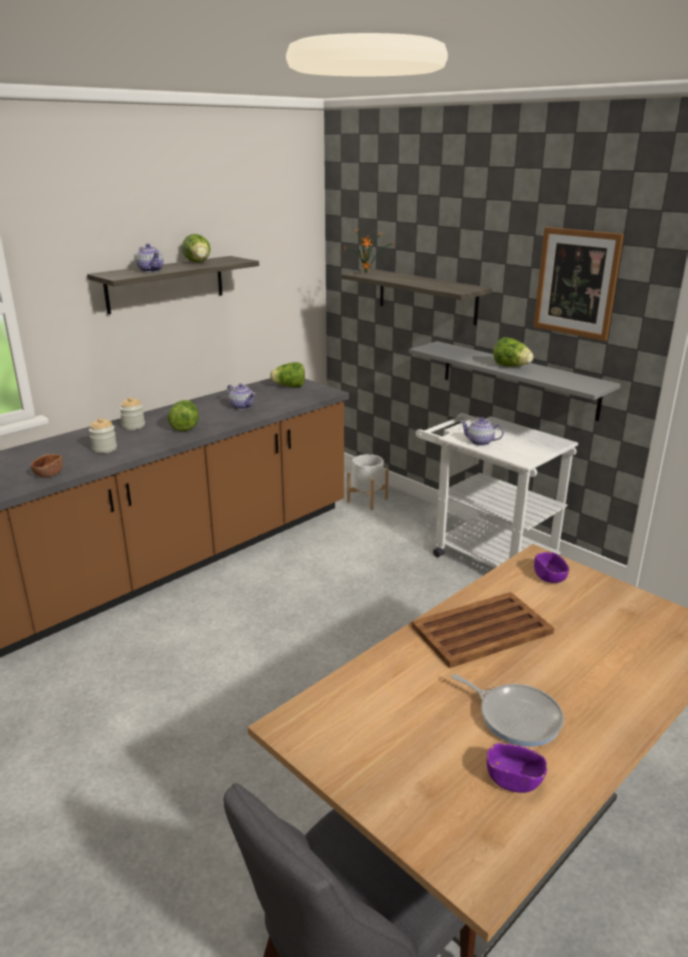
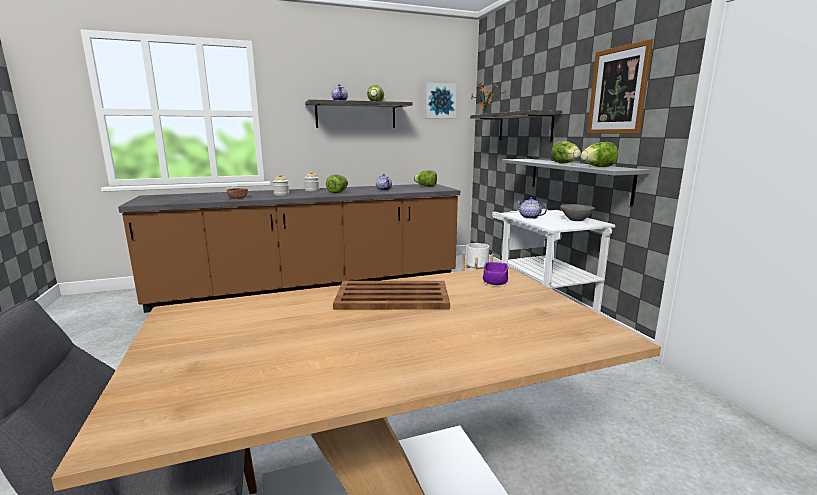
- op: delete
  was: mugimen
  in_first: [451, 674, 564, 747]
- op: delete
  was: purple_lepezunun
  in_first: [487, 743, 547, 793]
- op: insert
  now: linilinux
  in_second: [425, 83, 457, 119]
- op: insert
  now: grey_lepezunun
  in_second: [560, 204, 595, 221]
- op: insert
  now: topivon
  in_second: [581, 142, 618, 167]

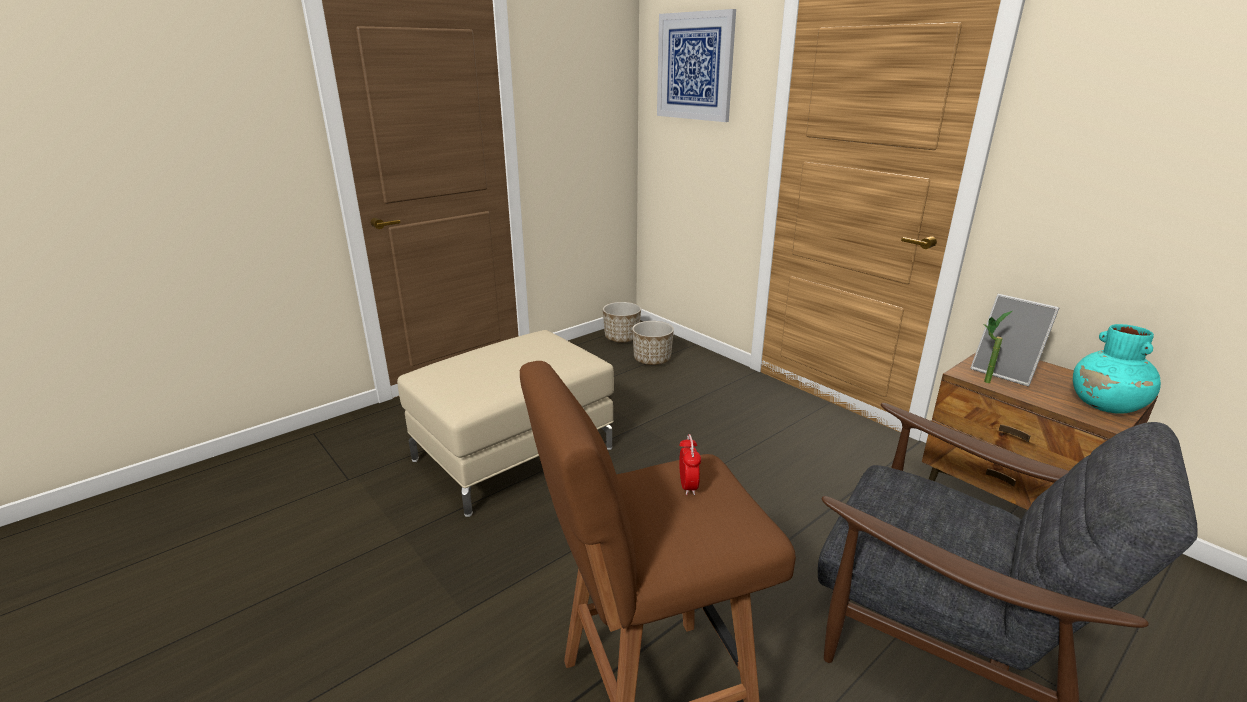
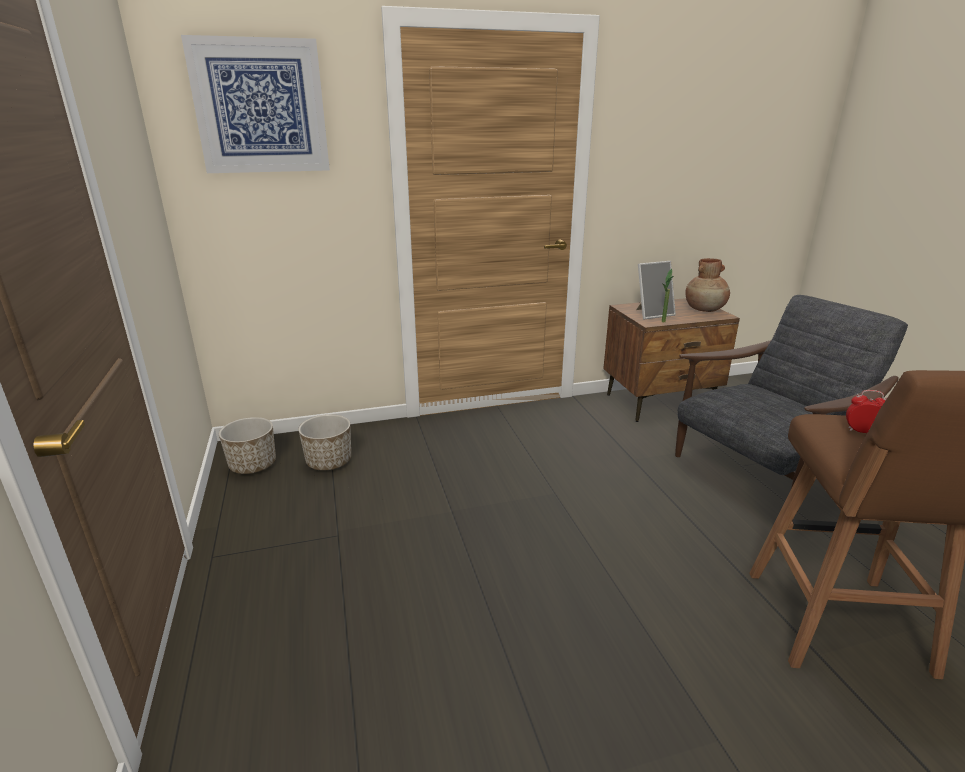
- op: delete
  was: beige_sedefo
  in_first: [397, 330, 614, 517]
- op: recolor
  was: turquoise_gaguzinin
  now: brown_gaguzinin
  in_first: [1073, 324, 1161, 414]
  in_second: [685, 258, 730, 312]

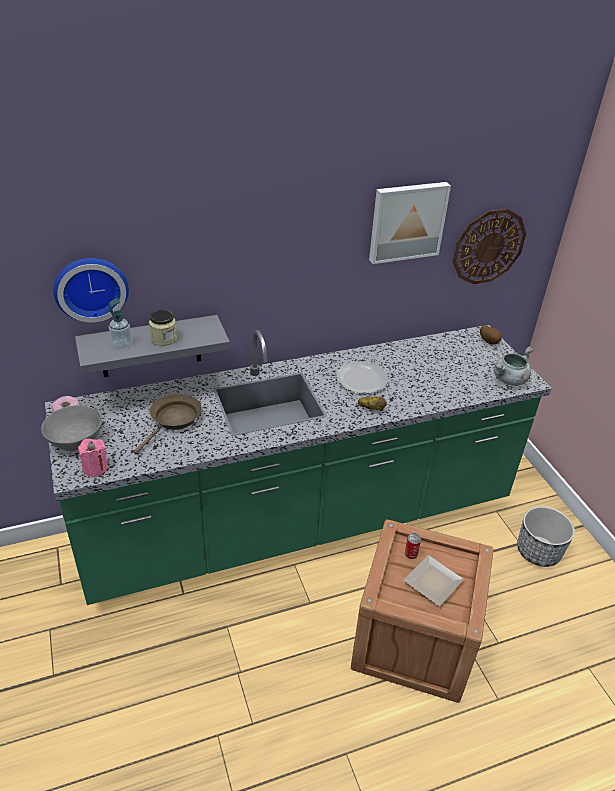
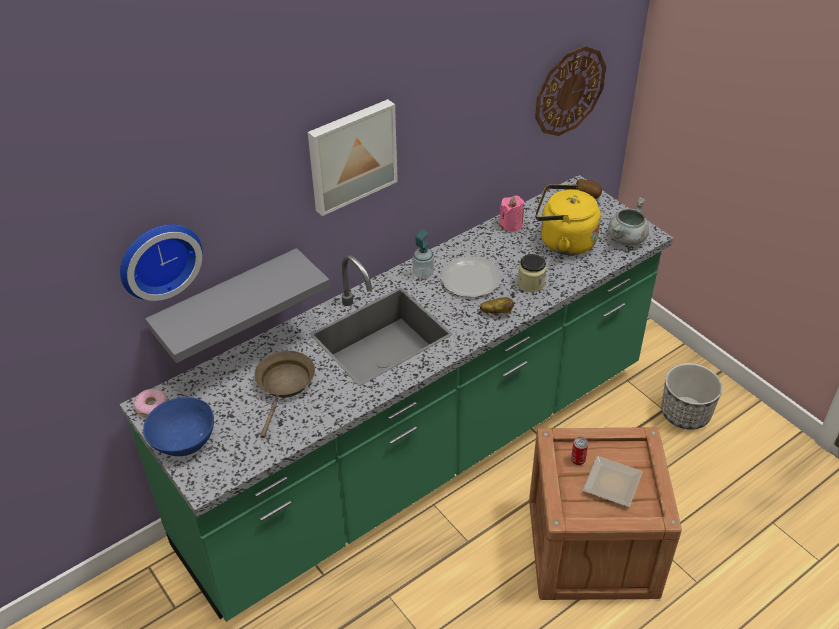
- op: insert
  now: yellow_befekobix
  in_second: [535, 185, 601, 255]
- op: move
  was: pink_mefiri
  in_first: [78, 438, 108, 478]
  in_second: [499, 196, 524, 232]
- op: move
  was: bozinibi
  in_first: [109, 298, 132, 349]
  in_second: [413, 230, 434, 279]
- op: move
  was: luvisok
  in_first: [149, 310, 177, 346]
  in_second: [518, 254, 547, 292]
- op: move
  was: linilinux
  in_first: [369, 182, 451, 264]
  in_second: [308, 99, 398, 216]
- op: recolor
  was: grey_lepezunun
  now: blue_lepezunun
  in_first: [41, 405, 102, 451]
  in_second: [143, 397, 214, 456]

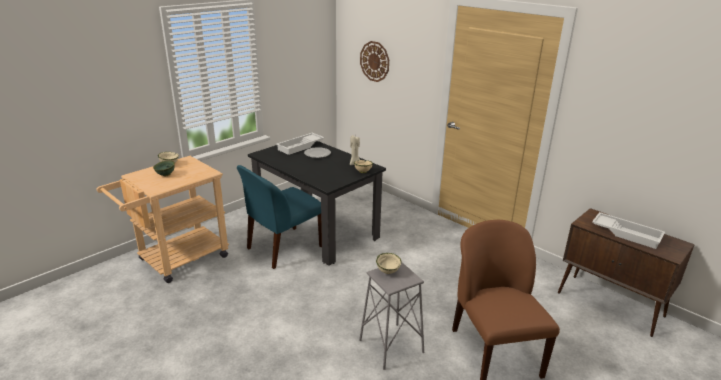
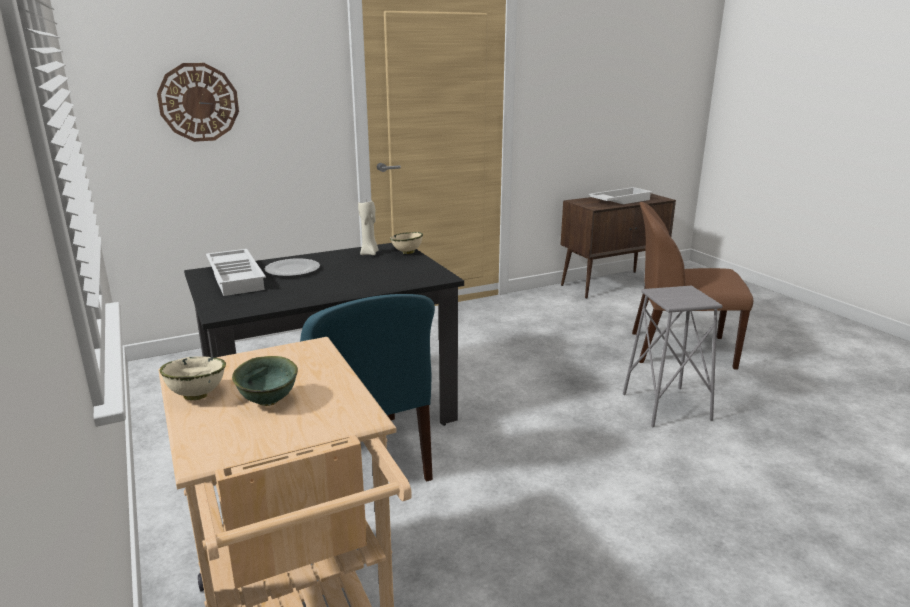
- op: delete
  was: beige_lepezunun
  in_first: [376, 253, 402, 274]

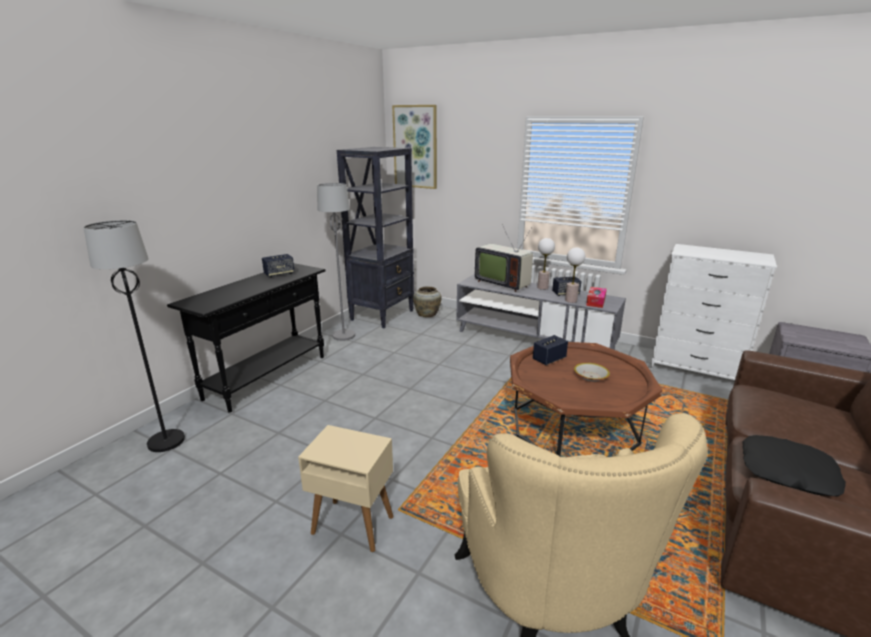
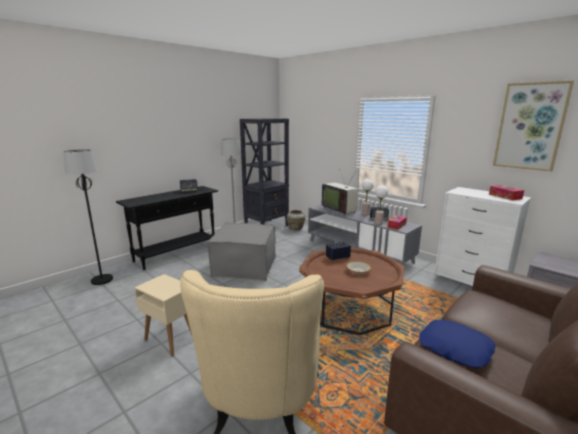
- op: insert
  now: grey_sedefo
  in_second: [207, 222, 276, 281]
- op: insert
  now: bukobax
  in_second: [489, 185, 524, 200]
- op: move
  was: linilinux
  in_first: [392, 105, 437, 189]
  in_second: [493, 81, 574, 171]
- op: recolor
  was: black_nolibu
  now: blue_nolibu
  in_first: [743, 435, 846, 497]
  in_second: [419, 319, 496, 368]

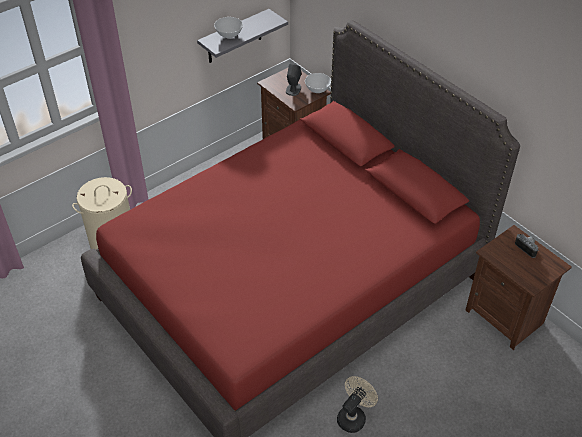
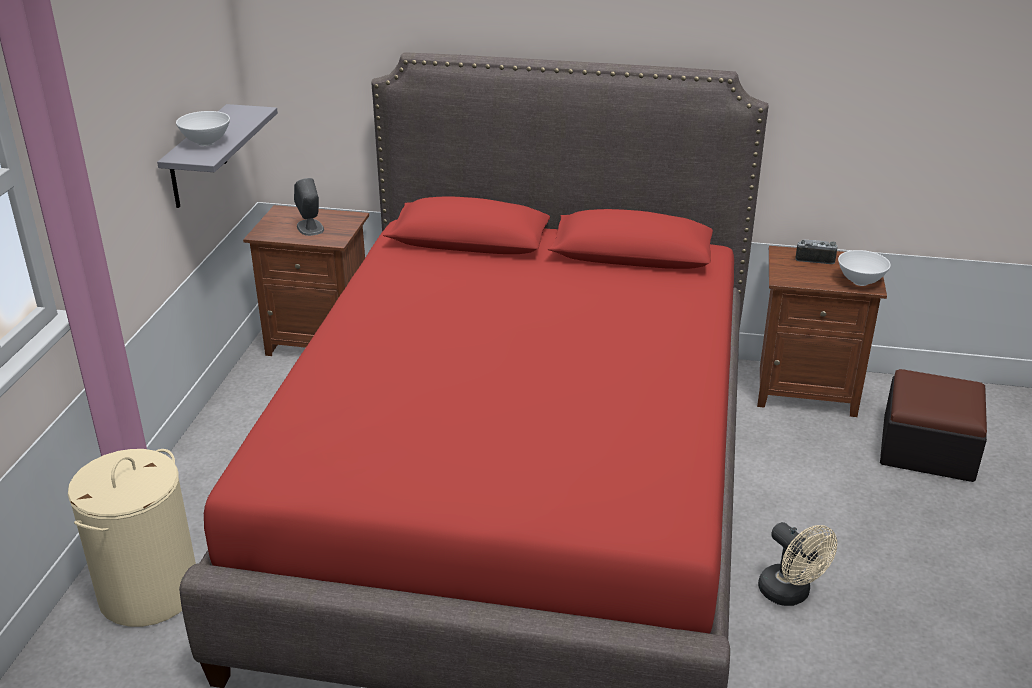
- op: insert
  now: sedefo
  in_second: [880, 369, 987, 482]
- op: move
  was: white_lepezunun
  in_first: [305, 73, 331, 93]
  in_second: [838, 250, 891, 286]
- op: rotate
  was: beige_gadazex
  in_first: [337, 376, 378, 433]
  in_second: [758, 522, 837, 606]
  clockwise: 150

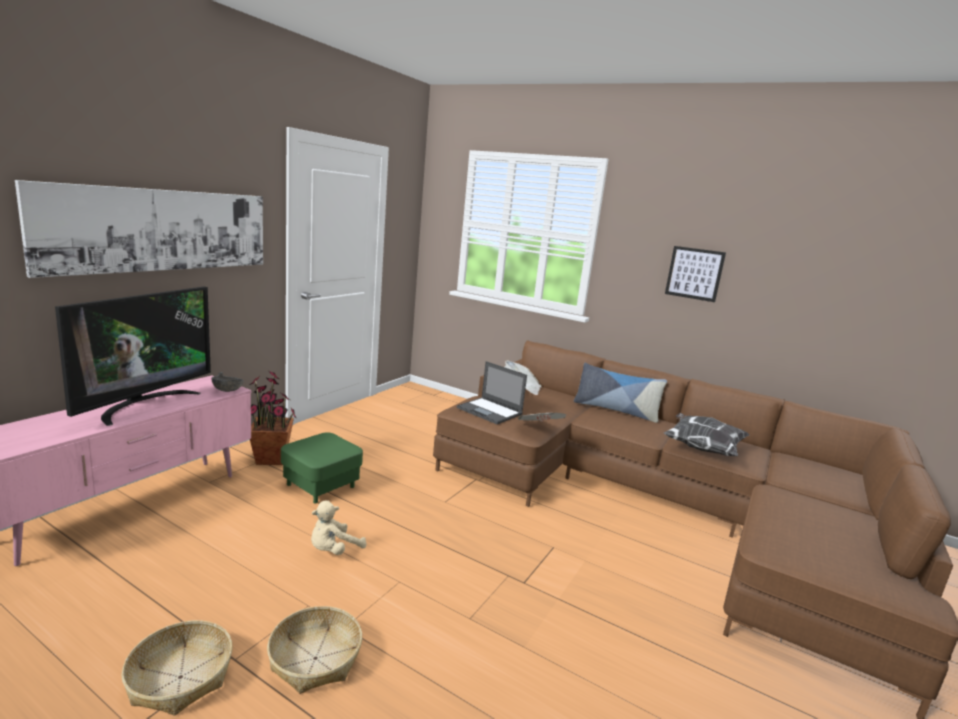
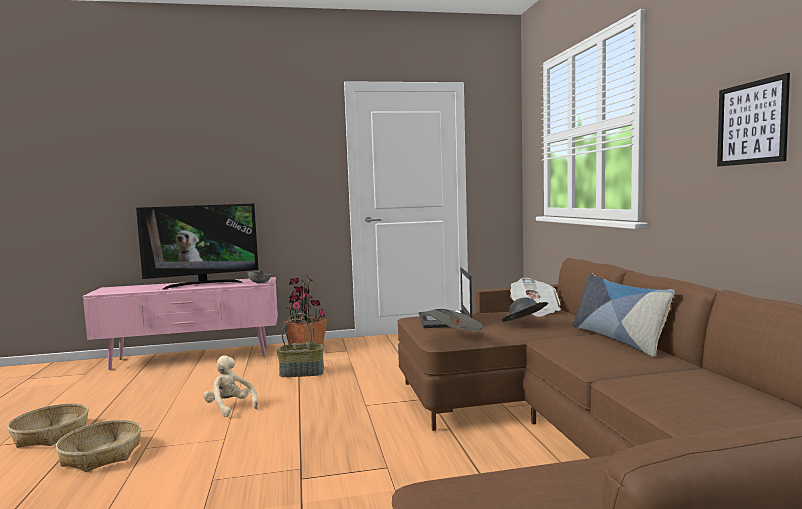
- op: delete
  was: linilinux
  in_first: [15, 180, 263, 278]
- op: delete
  was: nolibu
  in_first: [664, 413, 749, 456]
- op: insert
  now: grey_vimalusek
  in_second: [502, 297, 548, 322]
- op: replace
  was: green_sedefo
  now: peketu
  in_first: [281, 432, 363, 504]
  in_second: [277, 313, 324, 377]
- op: rotate
  was: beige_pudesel
  in_first: [311, 501, 366, 555]
  in_second: [203, 355, 258, 417]
  clockwise: 45

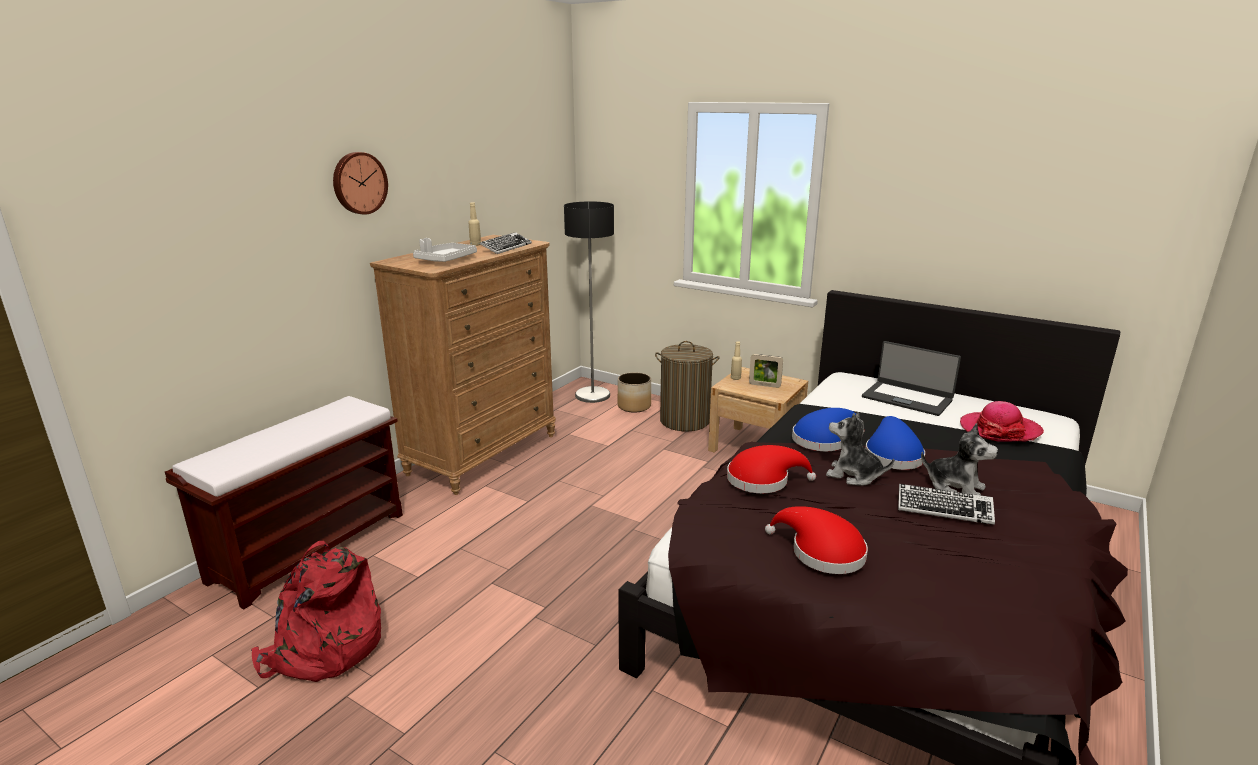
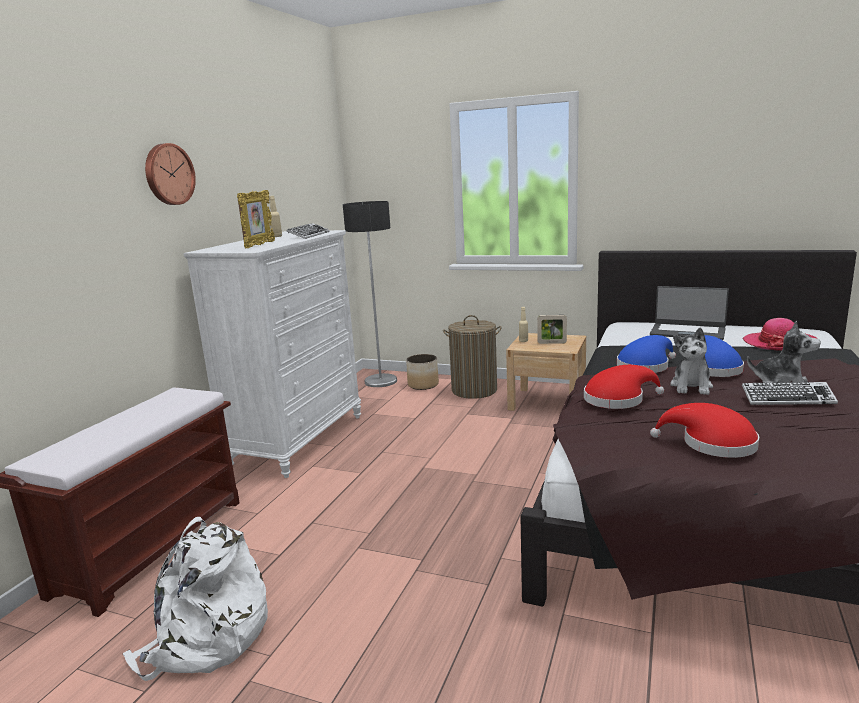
- op: replace
  was: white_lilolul
  now: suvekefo
  in_first: [413, 238, 477, 262]
  in_second: [237, 190, 275, 249]
- op: recolor
  was: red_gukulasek
  now: white_gukulasek
  in_first: [251, 541, 381, 682]
  in_second: [123, 517, 268, 681]
- op: recolor
  was: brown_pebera
  now: white_pebera
  in_first: [370, 235, 556, 495]
  in_second: [184, 230, 361, 478]
- op: rotate
  was: pudesel
  in_first: [826, 412, 894, 486]
  in_second: [670, 327, 713, 395]
  clockwise: -90

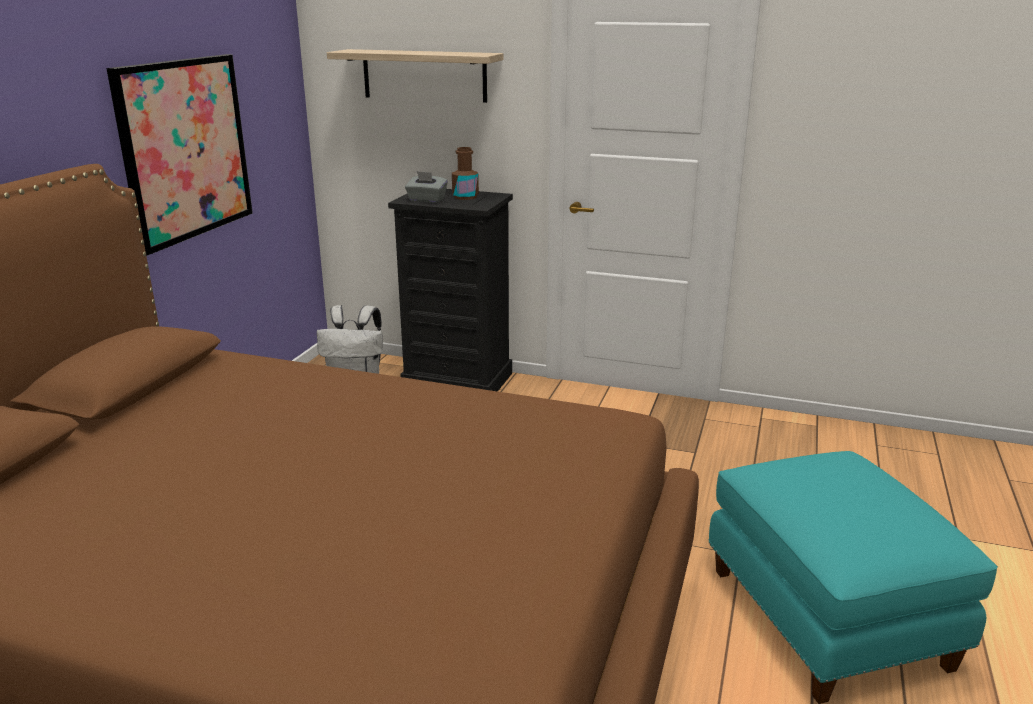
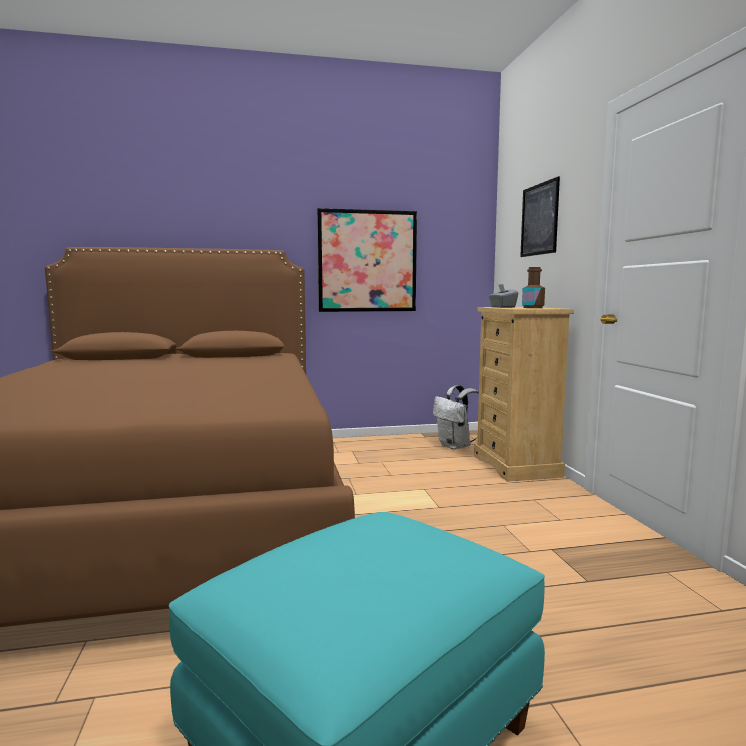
- op: replace
  was: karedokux
  now: linilinux
  in_first: [327, 49, 503, 103]
  in_second: [520, 176, 560, 257]
- op: recolor
  was: black_pebera
  now: beige_pebera
  in_first: [388, 189, 513, 391]
  in_second: [474, 307, 574, 482]

